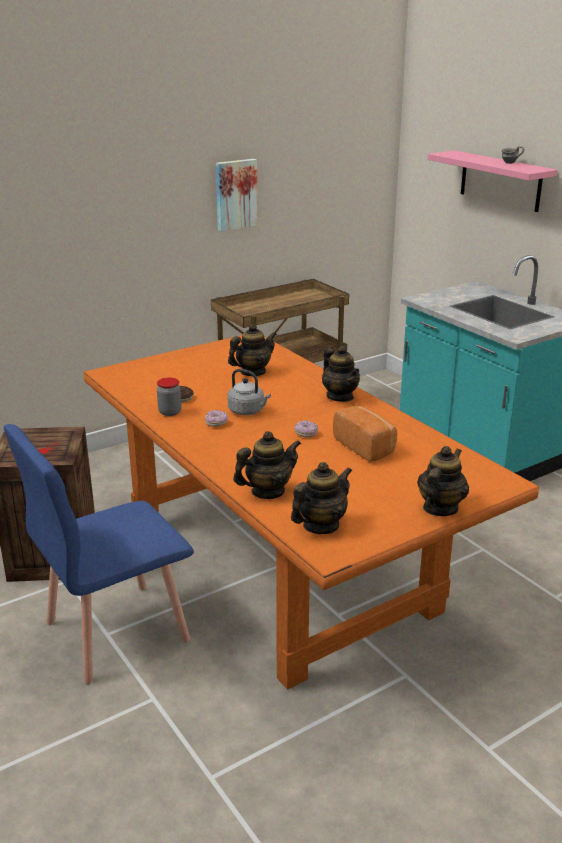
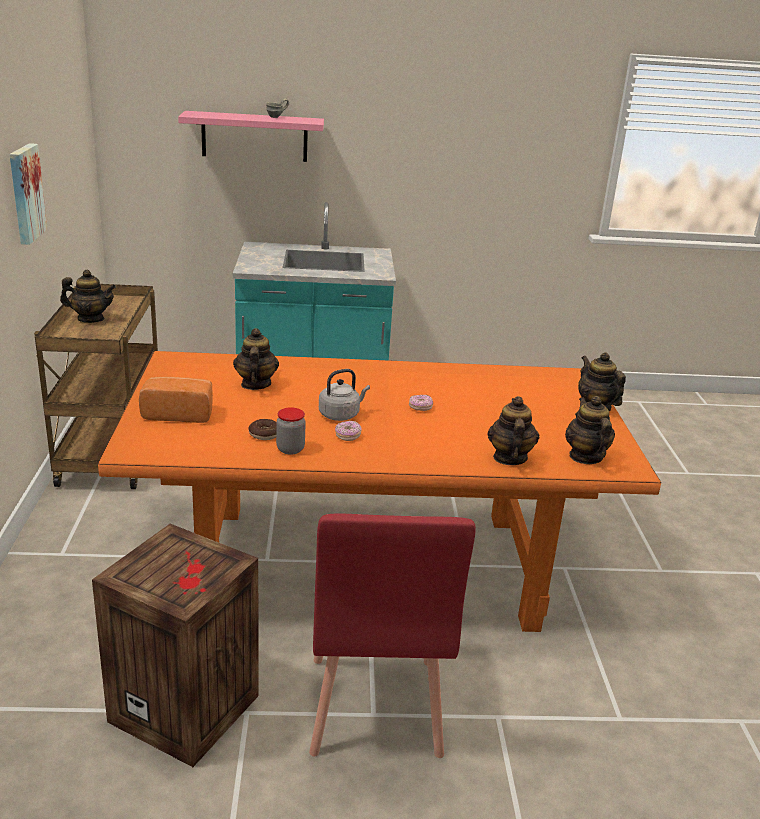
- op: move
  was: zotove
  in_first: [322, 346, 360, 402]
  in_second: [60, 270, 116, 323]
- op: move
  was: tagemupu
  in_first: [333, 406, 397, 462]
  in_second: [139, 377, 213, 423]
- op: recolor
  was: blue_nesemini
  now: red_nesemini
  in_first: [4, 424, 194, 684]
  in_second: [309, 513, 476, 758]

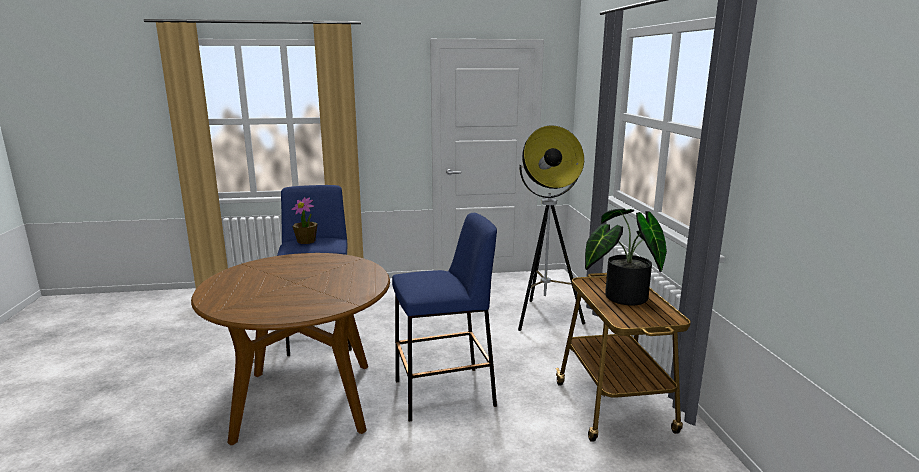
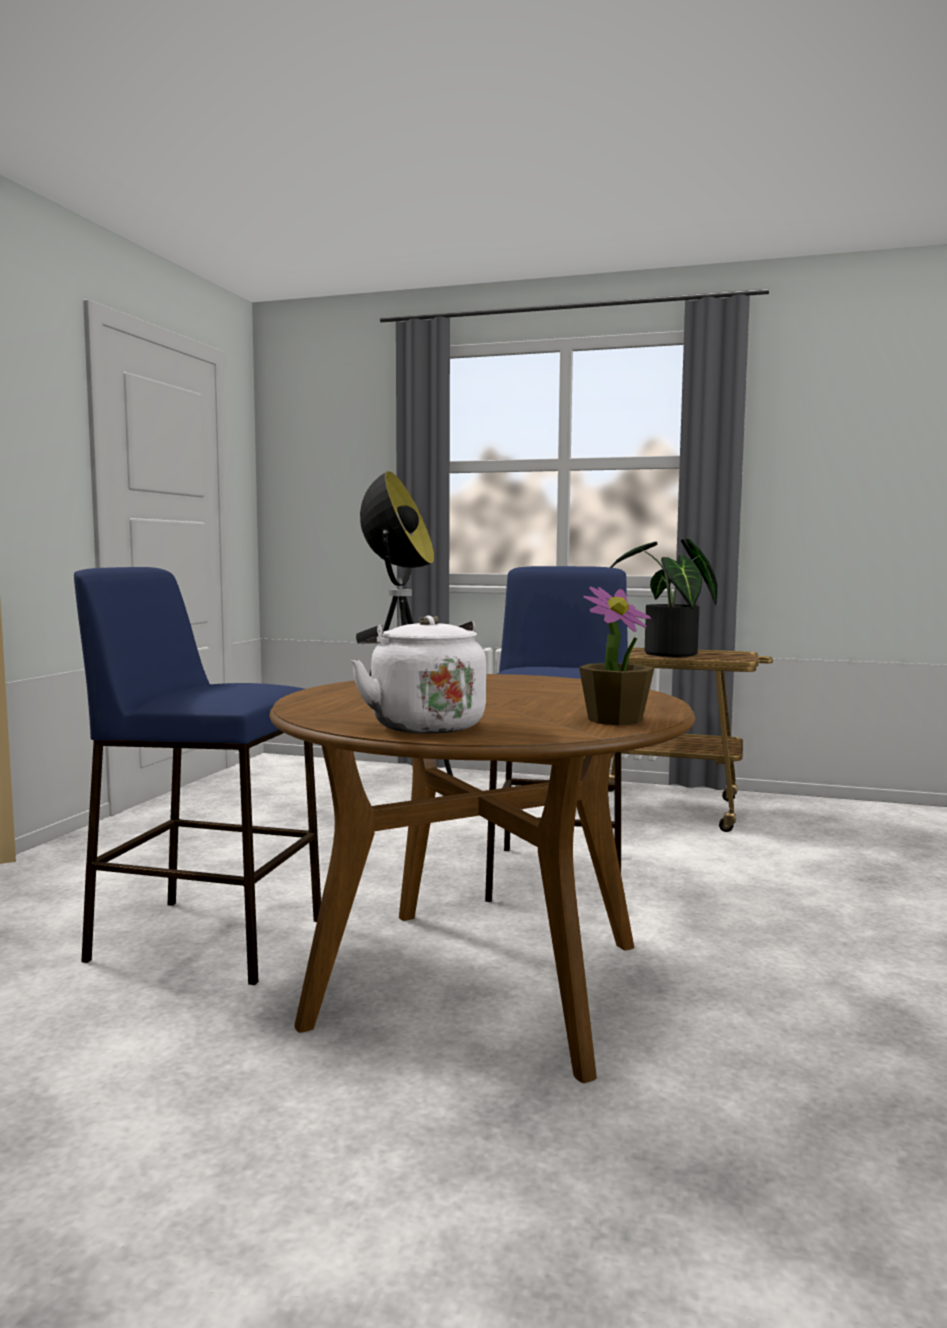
- op: insert
  now: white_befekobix
  in_second: [350, 615, 486, 734]
- op: move
  was: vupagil
  in_first: [291, 197, 318, 244]
  in_second: [579, 587, 654, 725]

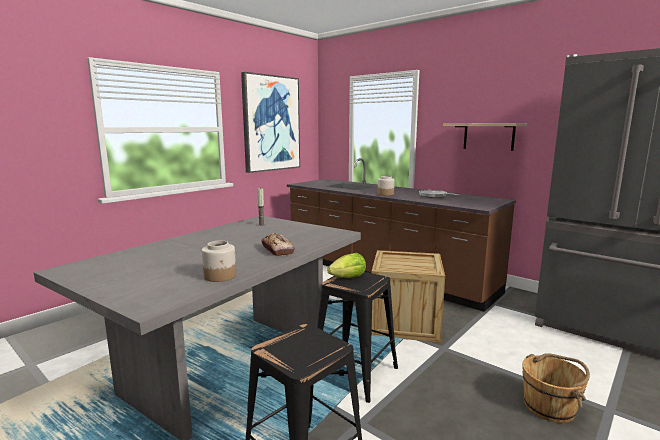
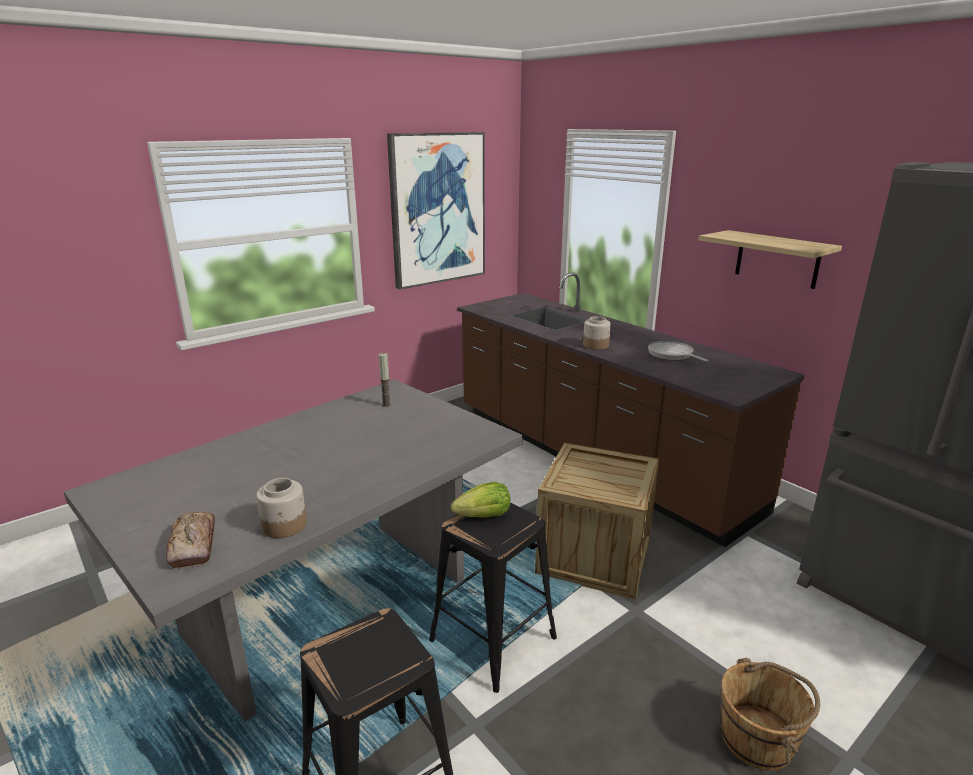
- op: move
  was: tagemupu
  in_first: [261, 233, 295, 256]
  in_second: [166, 512, 215, 569]

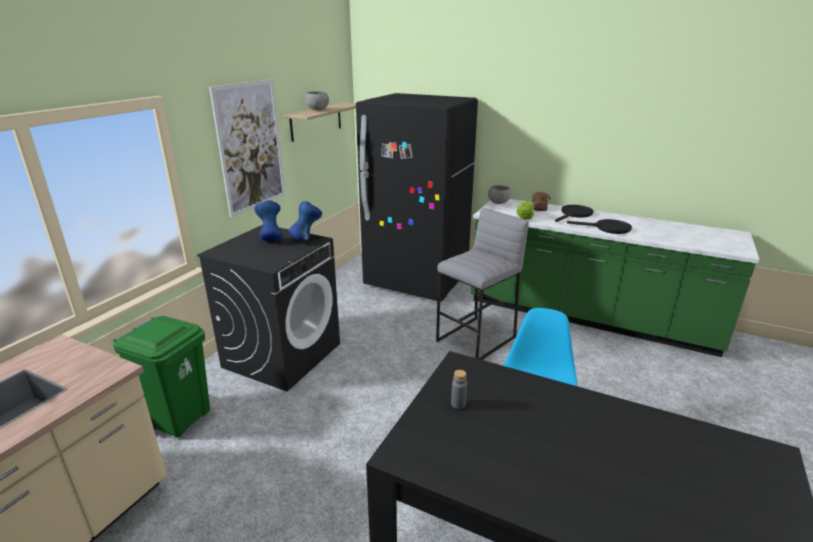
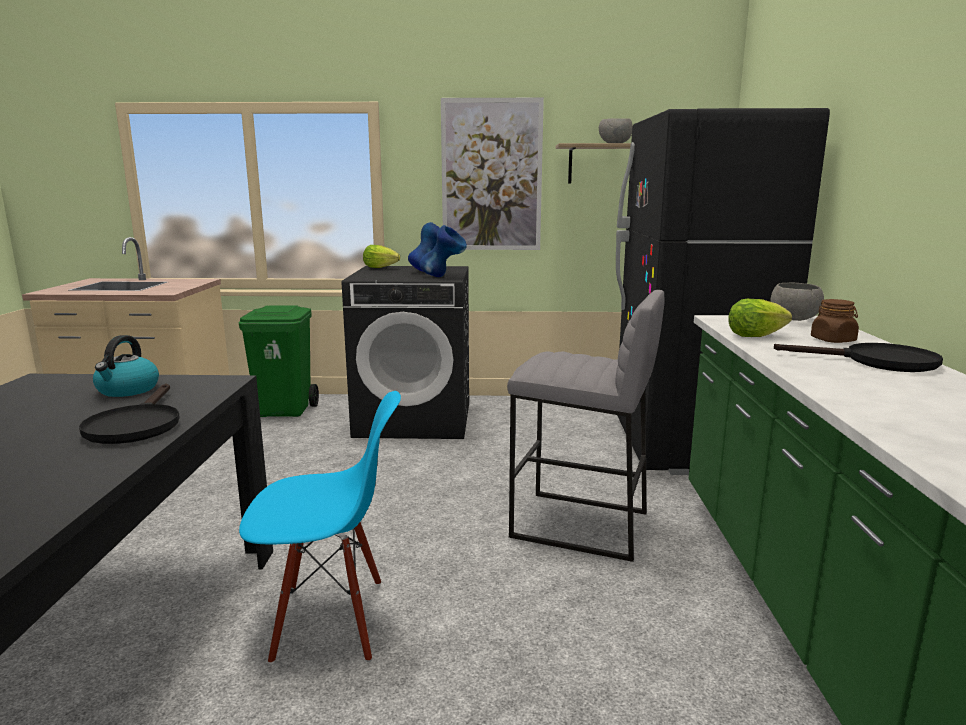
- op: insert
  now: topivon
  in_second: [363, 245, 400, 268]
- op: move
  was: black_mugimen
  in_first: [567, 219, 632, 234]
  in_second: [79, 384, 180, 444]
- op: replace
  was: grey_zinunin
  now: befekobix
  in_first: [451, 370, 467, 409]
  in_second: [93, 335, 159, 397]

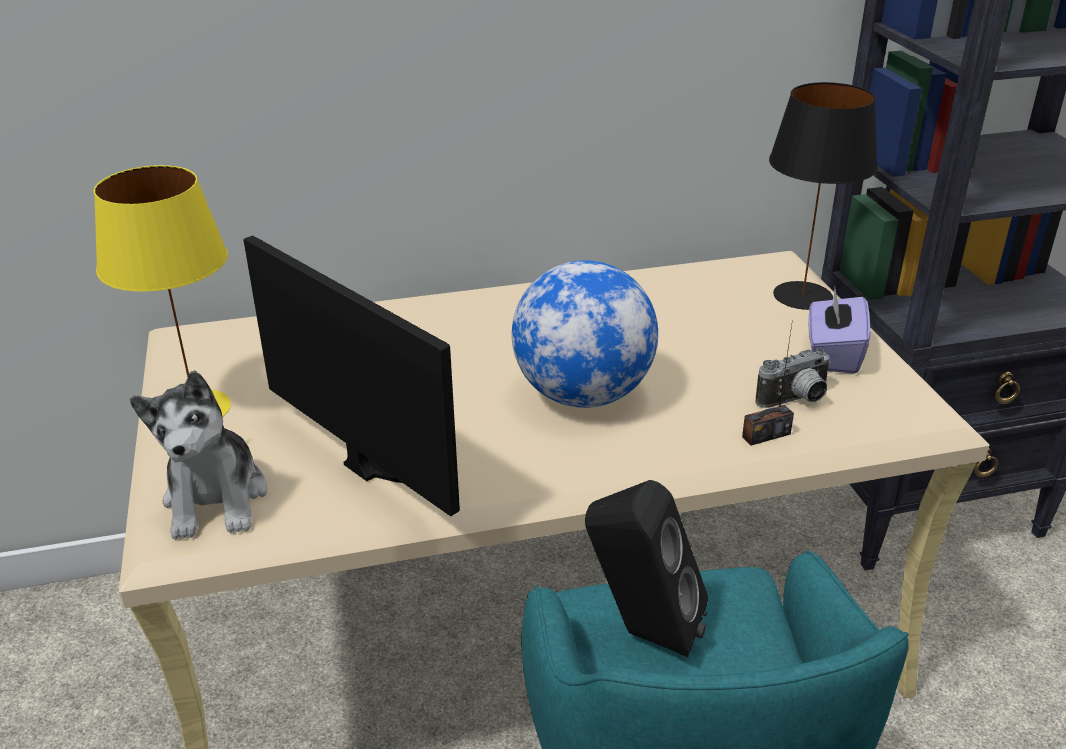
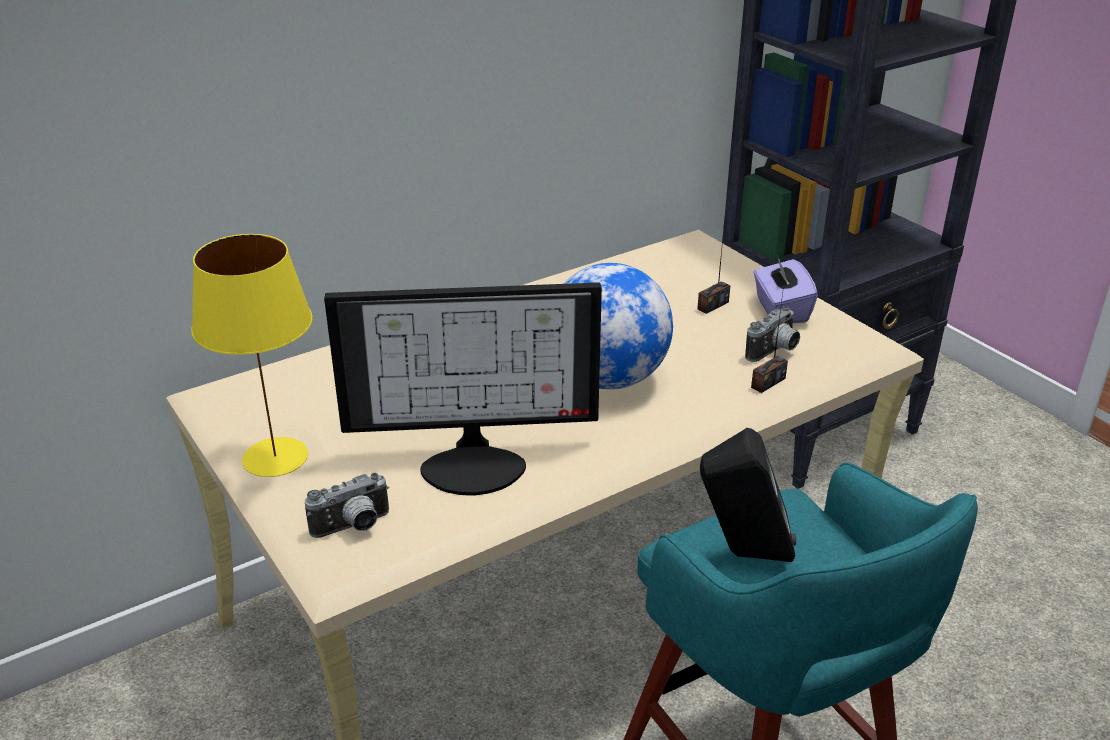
- op: delete
  was: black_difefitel
  in_first: [769, 82, 878, 310]
- op: insert
  now: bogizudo
  in_second: [697, 218, 730, 314]
- op: replace
  was: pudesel
  now: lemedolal
  in_first: [130, 370, 268, 540]
  in_second: [305, 473, 389, 538]
- op: rotate
  was: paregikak
  in_first: [244, 236, 460, 516]
  in_second: [324, 283, 602, 496]
  clockwise: 150

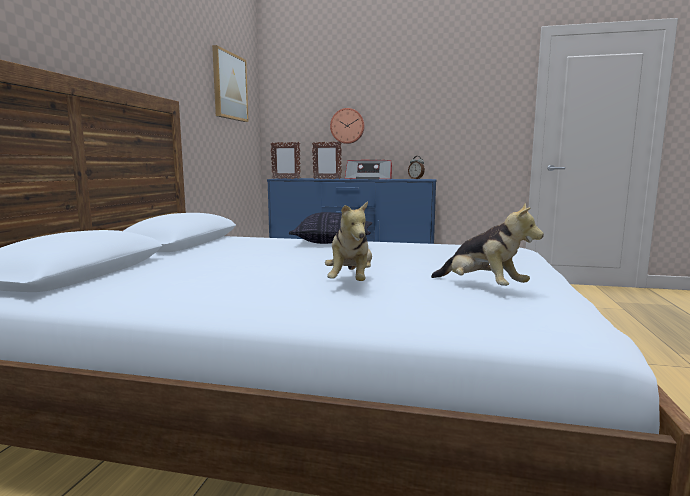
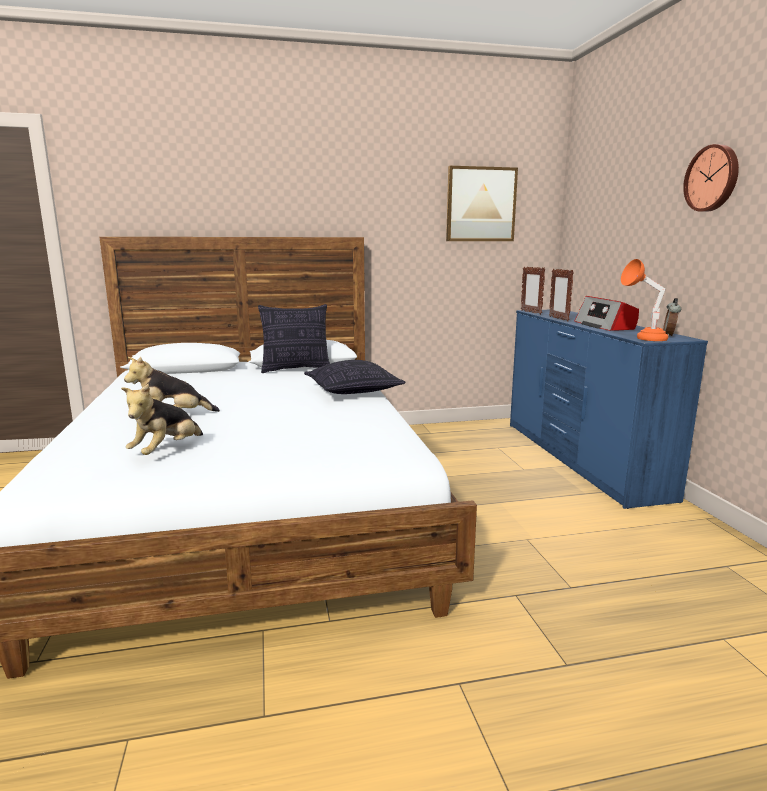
- op: insert
  now: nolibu
  in_second: [258, 304, 330, 373]
- op: insert
  now: orange_difefitel
  in_second: [621, 259, 668, 341]
- op: move
  was: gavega
  in_first: [330, 108, 365, 144]
  in_second: [683, 144, 739, 212]

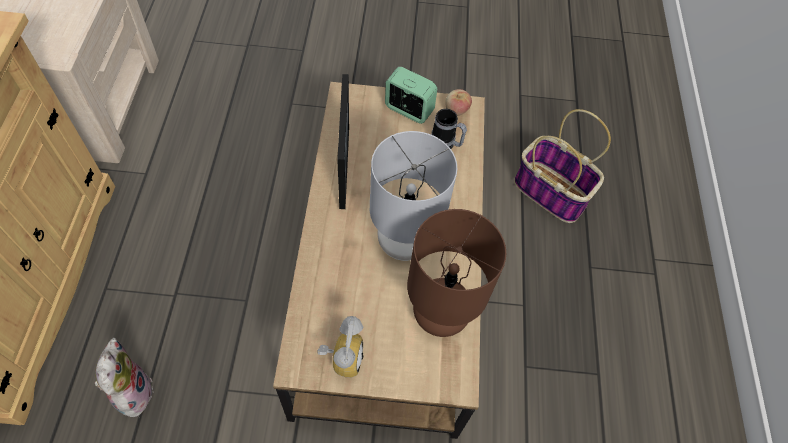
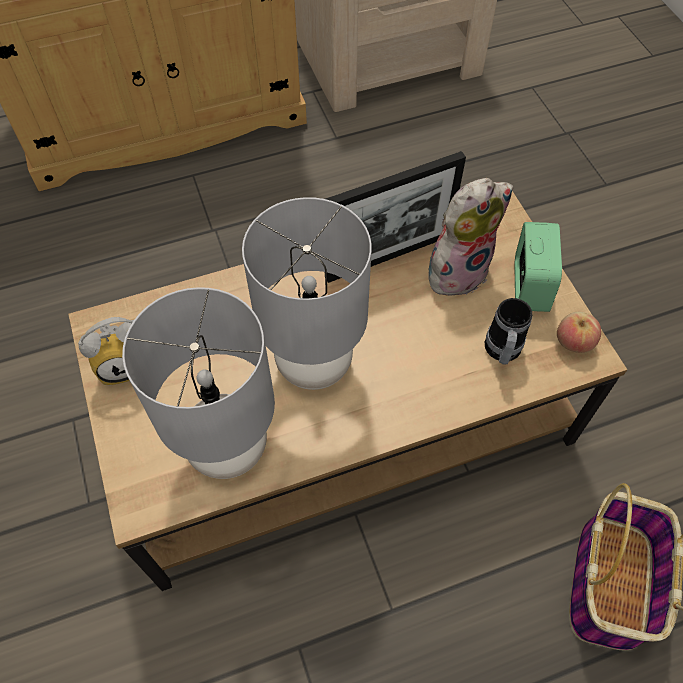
- op: move
  was: pudesel
  in_first: [95, 338, 153, 419]
  in_second: [428, 178, 513, 297]
- op: recolor
  was: brown_difefitel
  now: grey_difefitel
  in_first: [407, 209, 506, 337]
  in_second: [122, 287, 275, 479]

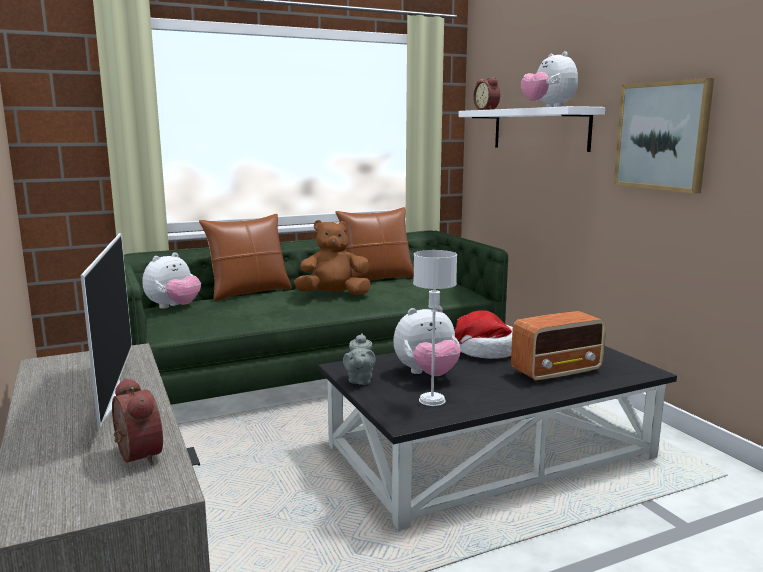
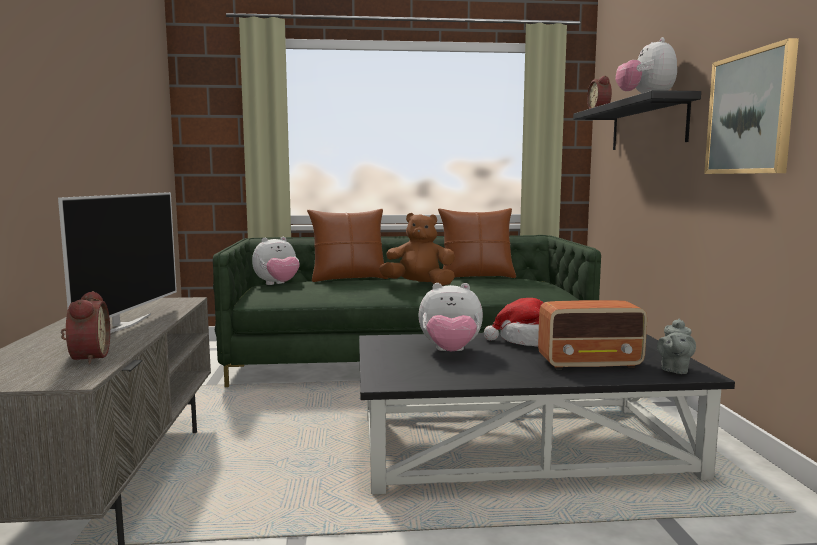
- op: delete
  was: grey_difefitel
  in_first: [413, 250, 457, 406]
- op: move
  was: grey_zotove
  in_first: [343, 333, 376, 385]
  in_second: [657, 318, 696, 374]
- op: recolor
  was: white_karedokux
  now: black_karedokux
  in_first: [458, 106, 605, 152]
  in_second: [573, 90, 701, 150]

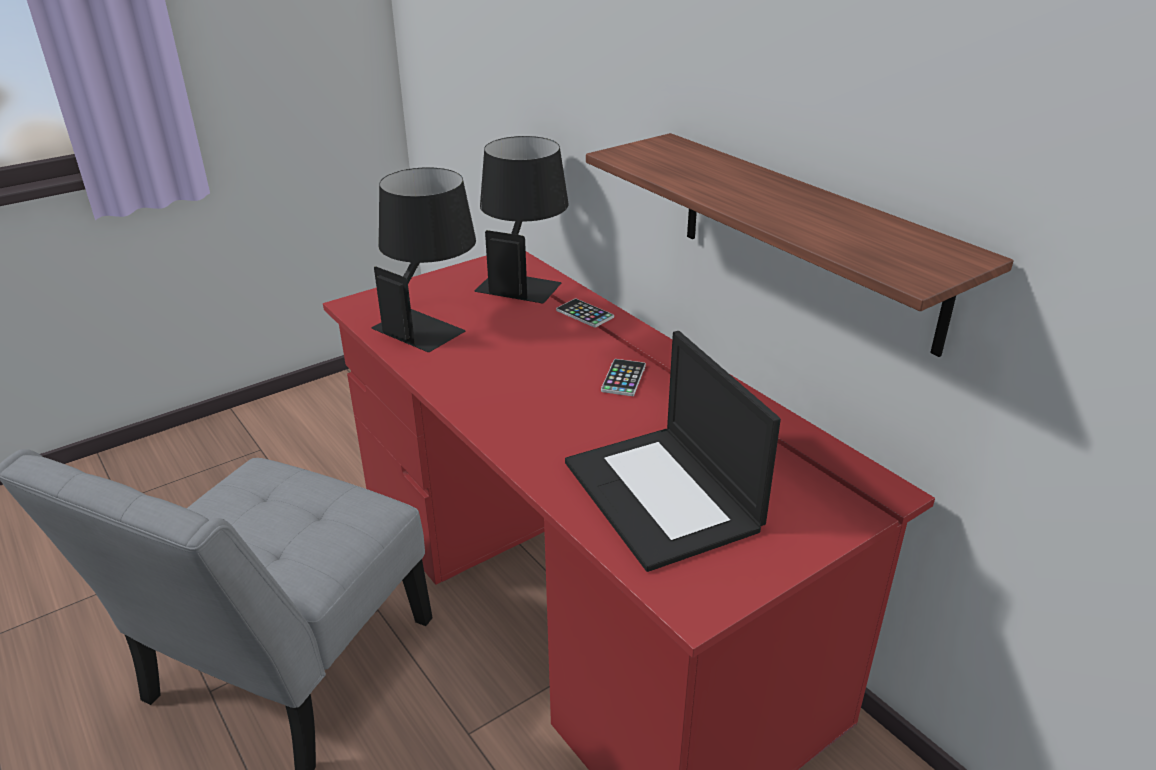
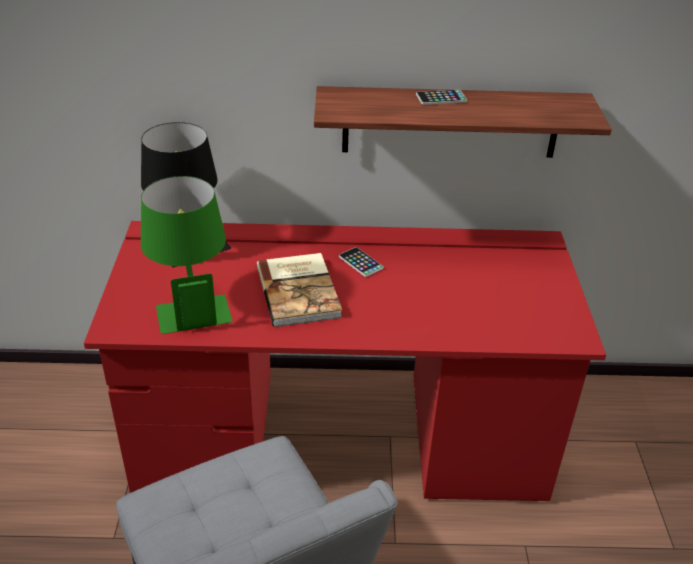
- op: delete
  was: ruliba
  in_first: [565, 331, 781, 572]
- op: insert
  now: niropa
  in_second: [257, 253, 342, 327]
- op: move
  was: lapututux
  in_first: [556, 299, 614, 327]
  in_second: [416, 89, 467, 105]
- op: recolor
  was: black_difefitel
  now: green_difefitel
  in_first: [371, 167, 476, 352]
  in_second: [141, 176, 233, 334]

